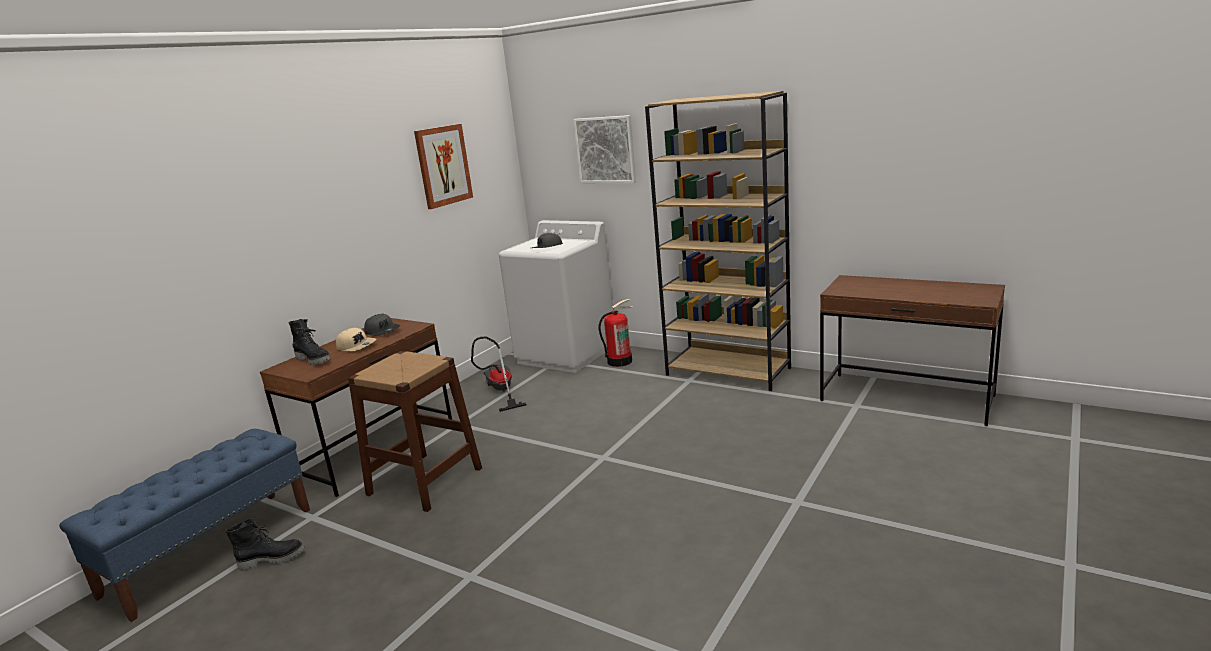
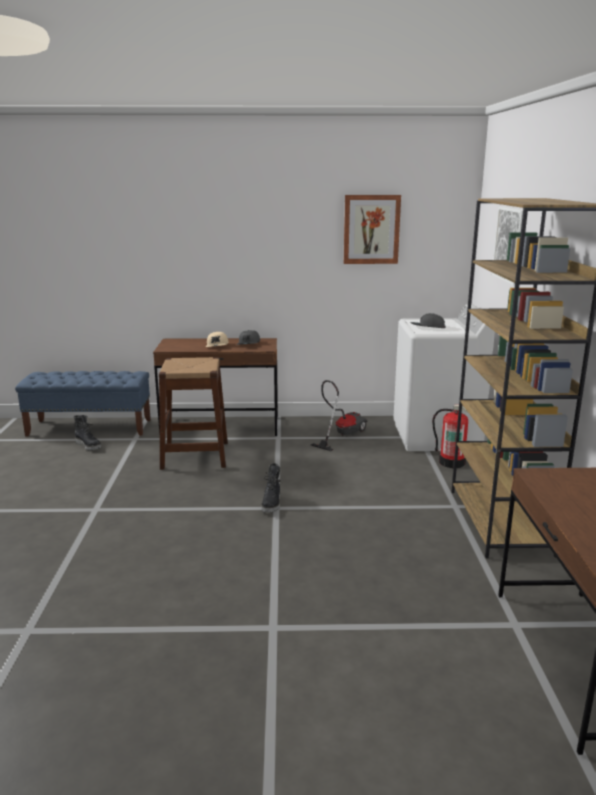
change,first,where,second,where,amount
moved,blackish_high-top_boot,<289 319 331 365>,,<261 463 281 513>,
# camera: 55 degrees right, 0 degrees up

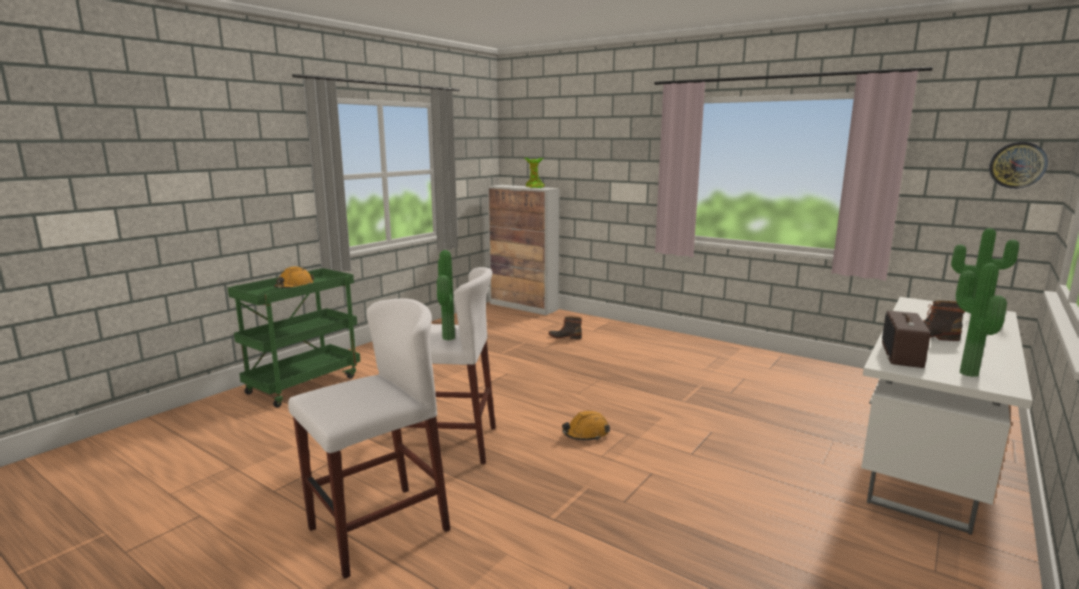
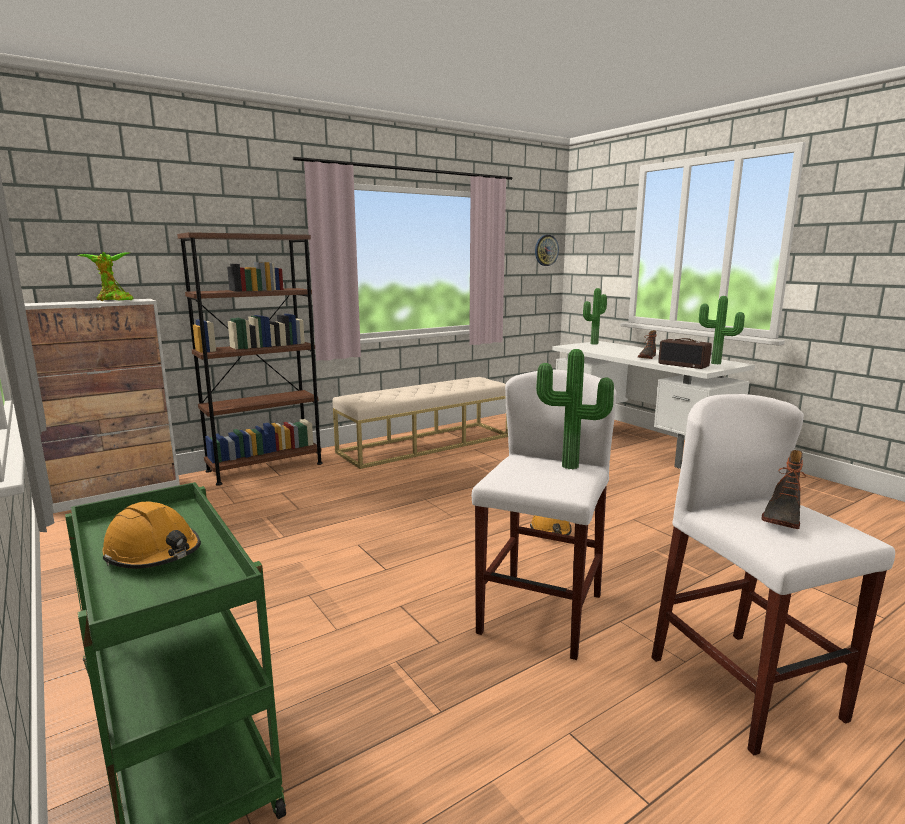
change,first,where,second,where,amount
added,,,brownish_bookcase,<177 232 323 486>,
added,,,sand-coloured_indoor_bench,<332 377 508 469>,
moved,high-top_boot,<548 316 582 339>,,<762 450 806 529>,
# camera: 70 degrees left, 0 degrees up

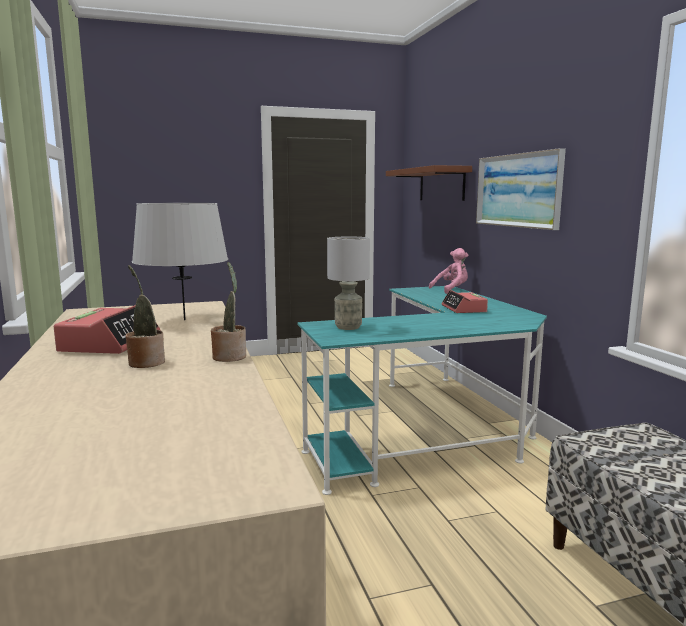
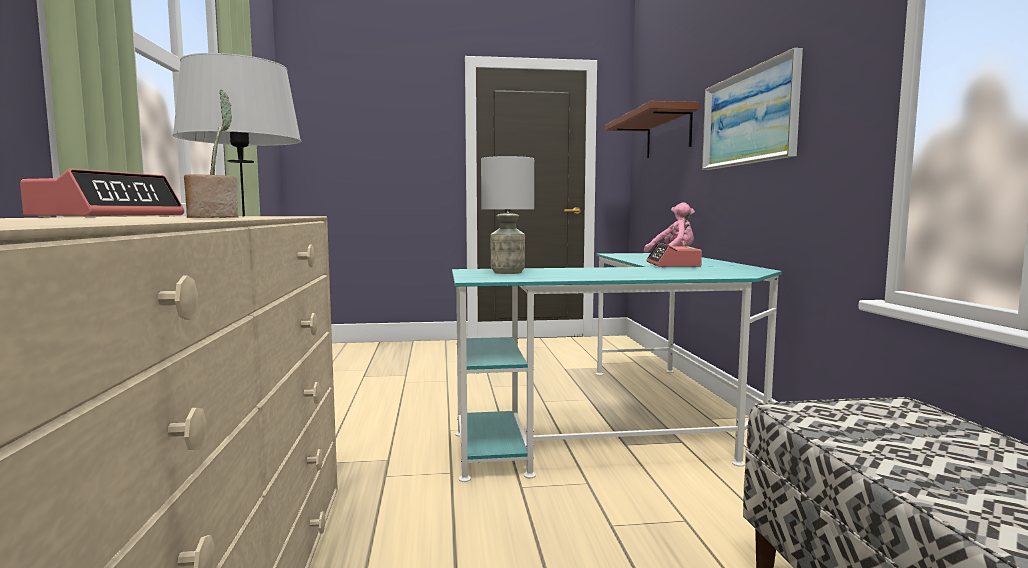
change,first,where,second,where,amount
removed,houseplant,<125 265 165 368>,,,
# camera: 10 degrees right, 5 degrees down

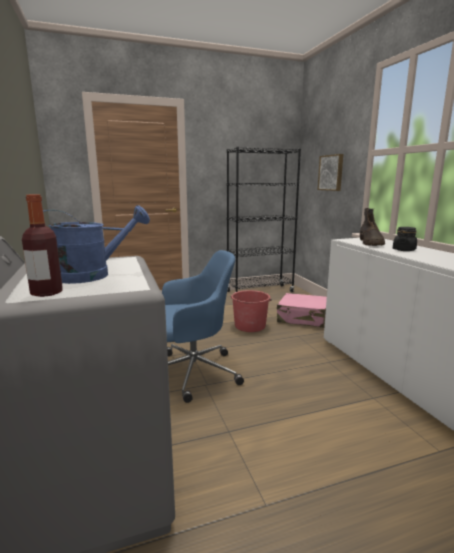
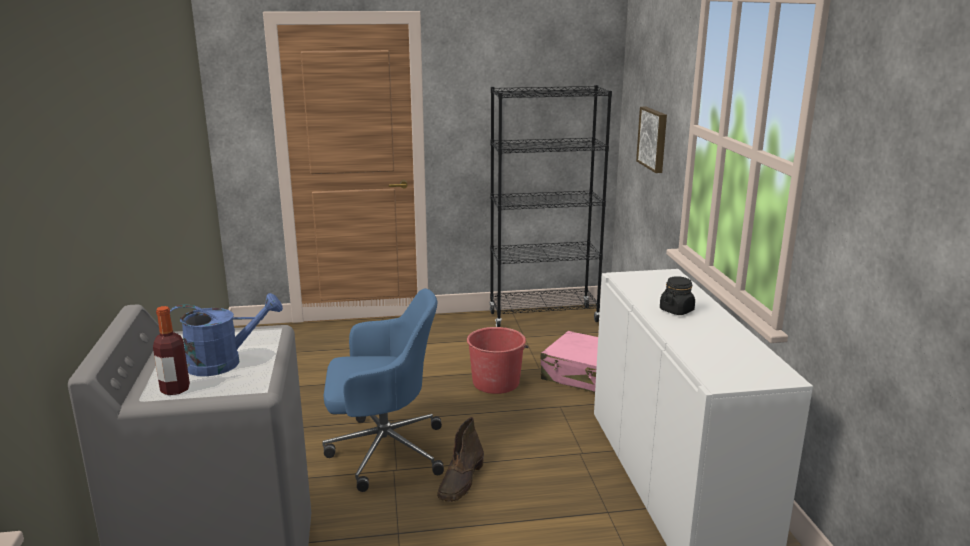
change,first,where,second,where,amount
moved,brownish_high-top_boot,<360 208 386 246>,,<437 417 484 502>,
# camera: 10 degrees right, 5 degrees up

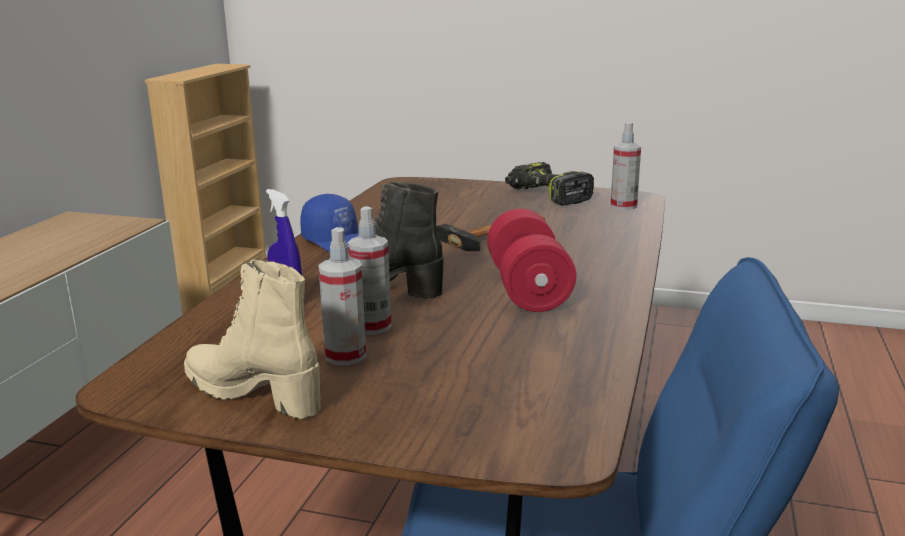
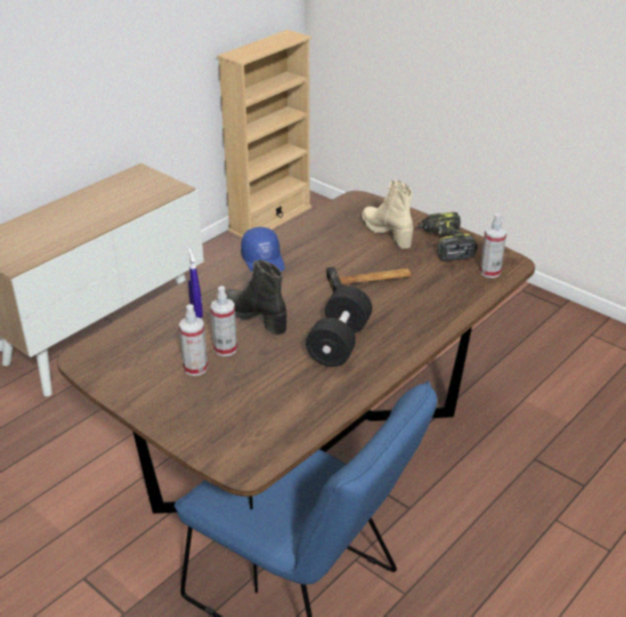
change,first,where,second,where,amount
recoloured,red-coloured_free_weight,<487 209 576 312>,blackish_free_weight,<306 286 372 367>,
moved,sand-coloured_high-top_boot,<184 260 321 419>,,<362 180 413 249>,
# camera: 25 degrees right, 15 degrees up

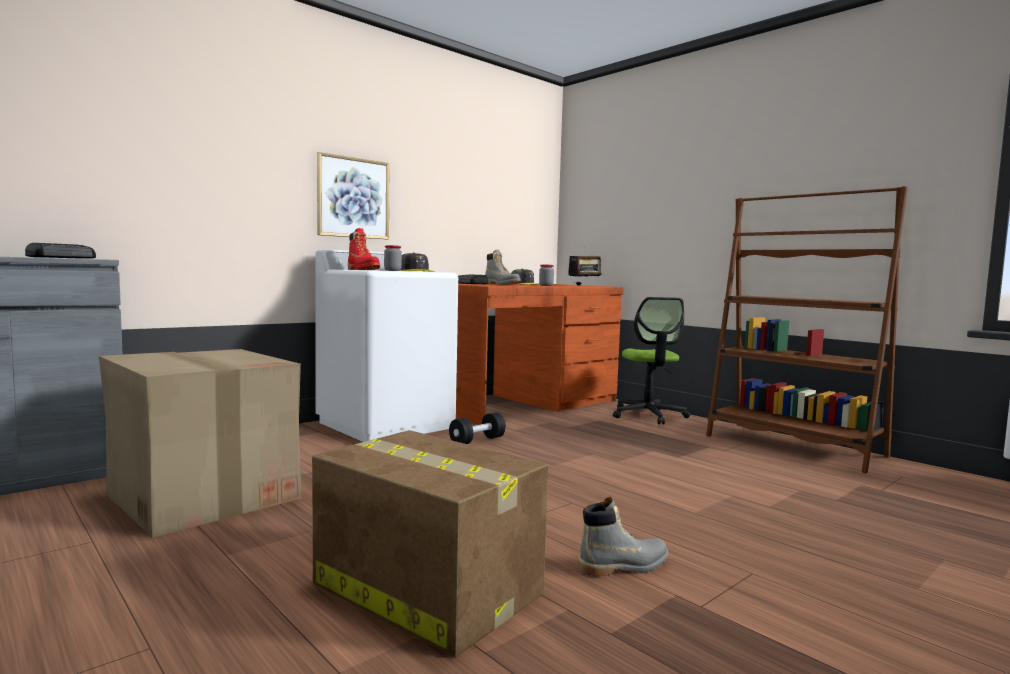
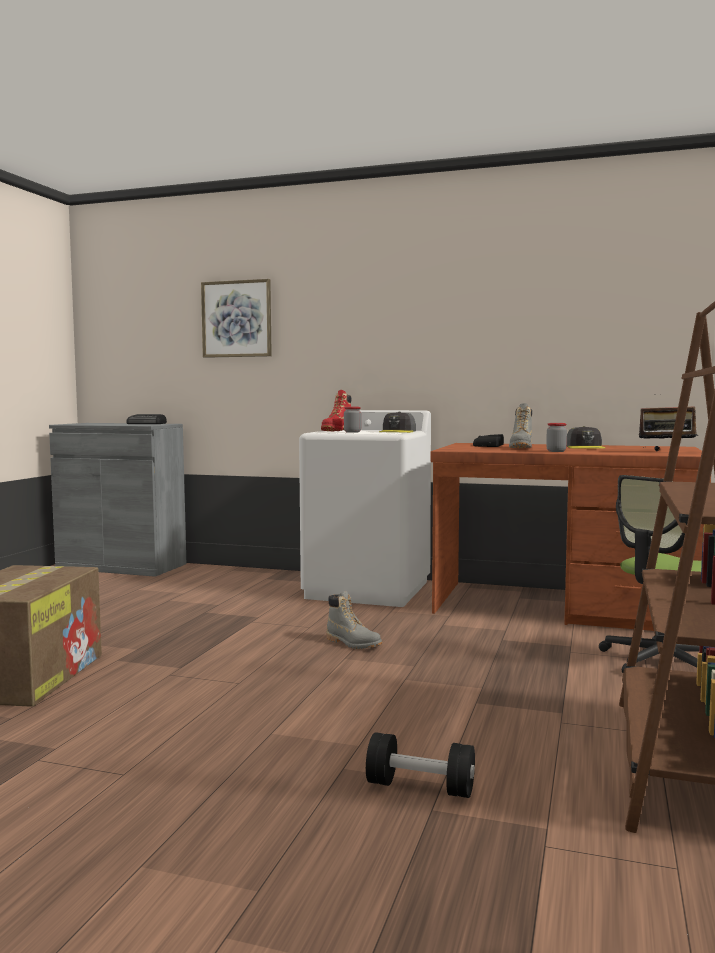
change,first,where,second,where,amount
moved,wall_picture,<317 152 390 239>,,<201 279 272 358>,
moved,gray_high-top_boot,<578 496 668 577>,,<326 591 382 649>,
moved,blackish_free_weight,<449 412 506 444>,,<366 732 475 798>,
removed,packing_box,<99 349 302 538>,,,
# camera: 60 degrees right, 0 degrees up

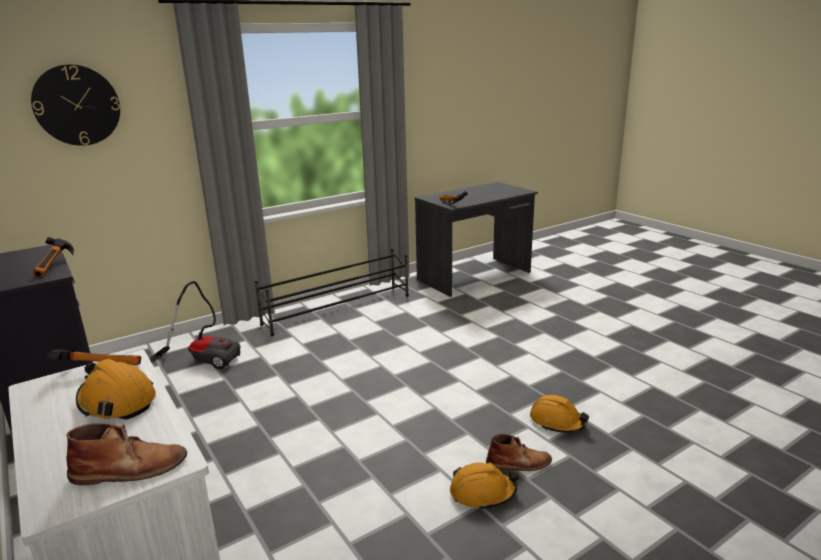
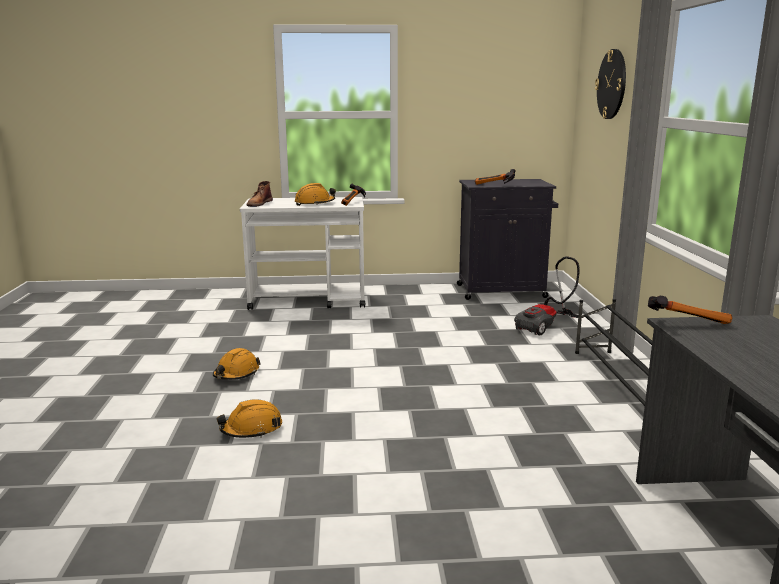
change,first,where,second,where,amount
removed,brownish_high-top_boot,<486 434 552 471>,,,
# camera: 120 degrees right, 5 degrees down

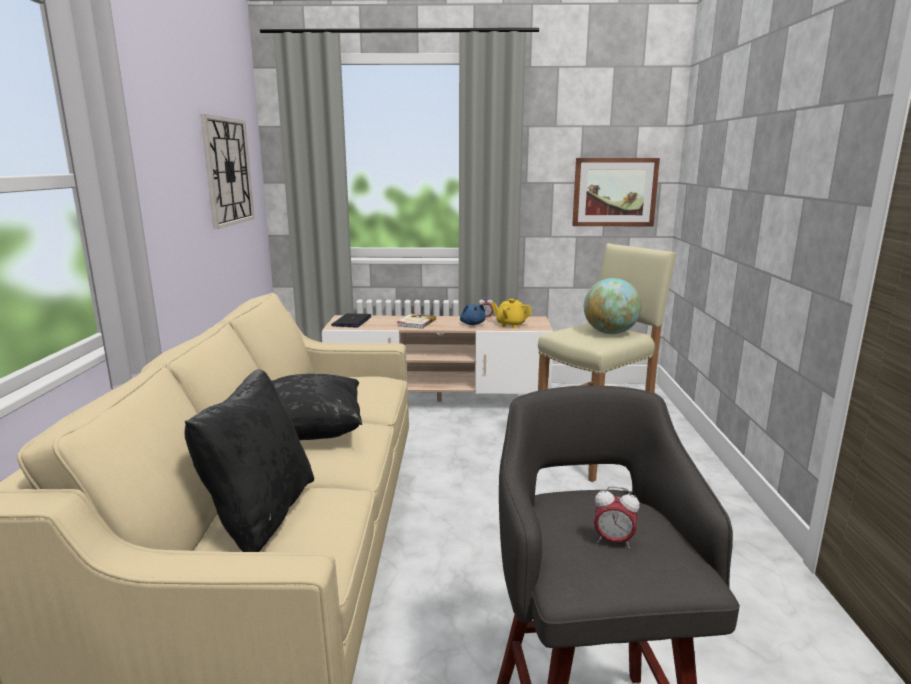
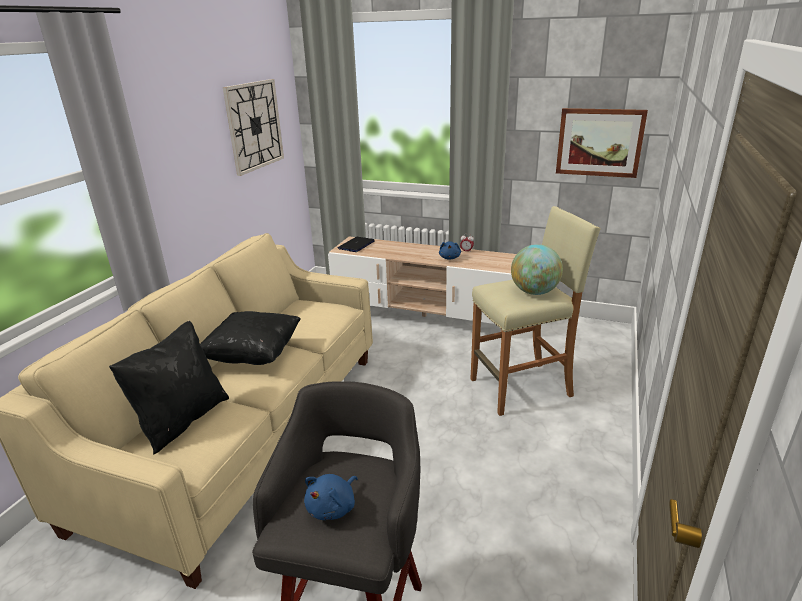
change,first,where,second,where,amount
replaced,table_clock,<594 486 640 548>,bluish_soft_toy,<304 474 358 520>,
removed,volume,<397 314 436 329>,,,
removed,yellow-coloured_pot_for_tea,<491 299 532 328>,,,
# camera: 20 degrees right, 10 degrees up

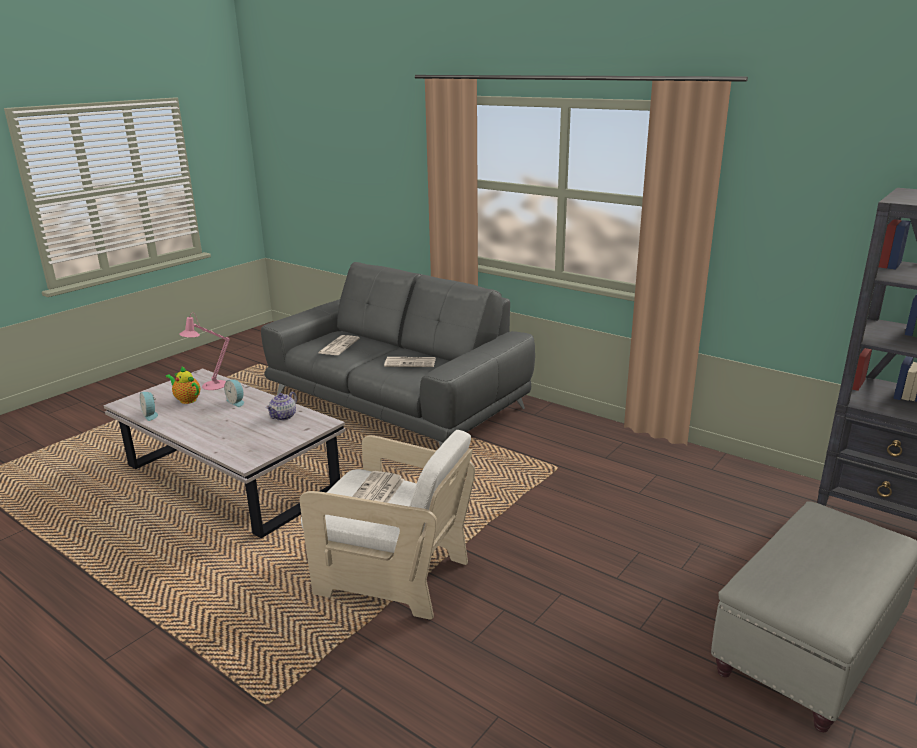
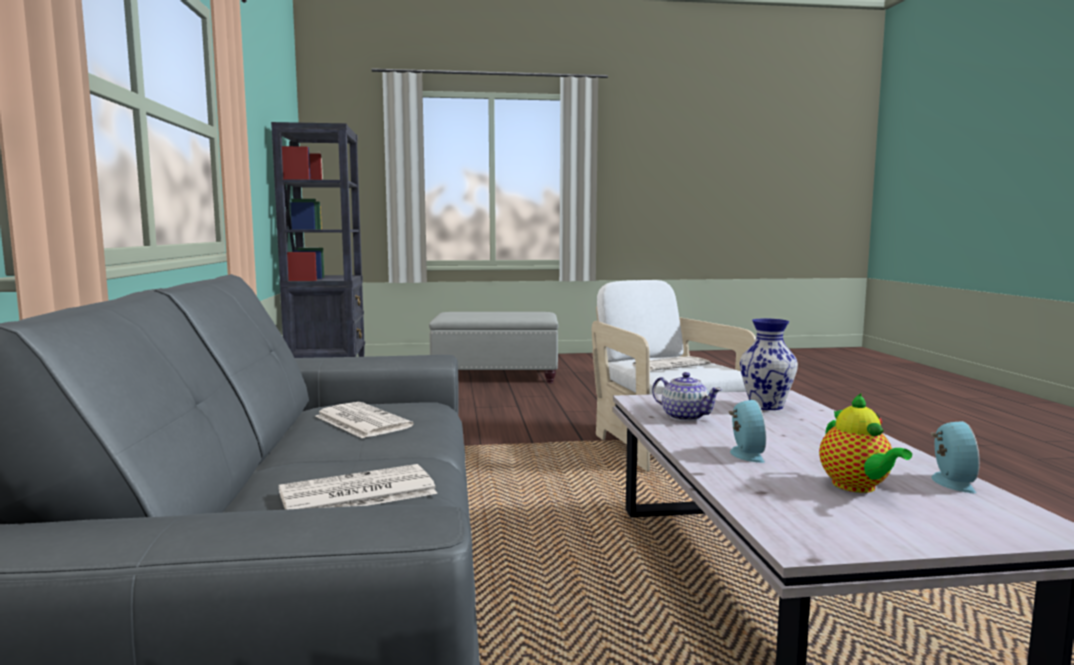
change,first,where,second,where,amount
turned,pot_for_tea,<266 392 297 421>,,<652 372 722 421>,60 degrees clockwise
added,,,flower_vase,<740 319 798 410>,
removed,pinkish_table_lamp,<179 312 230 390>,,,
# camera: 135 degrees left, 15 degrees down

